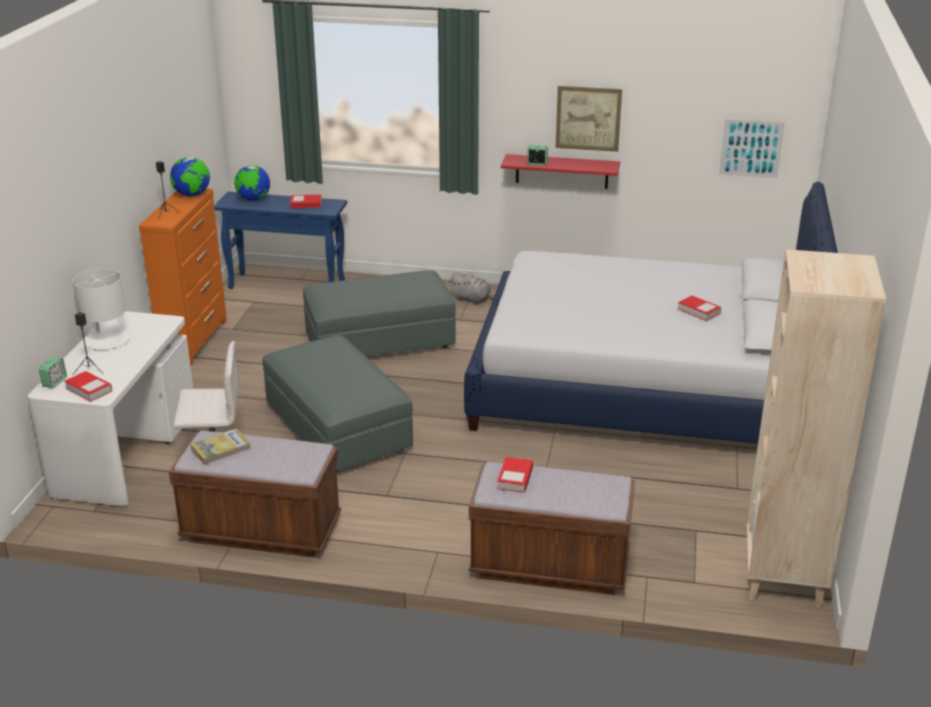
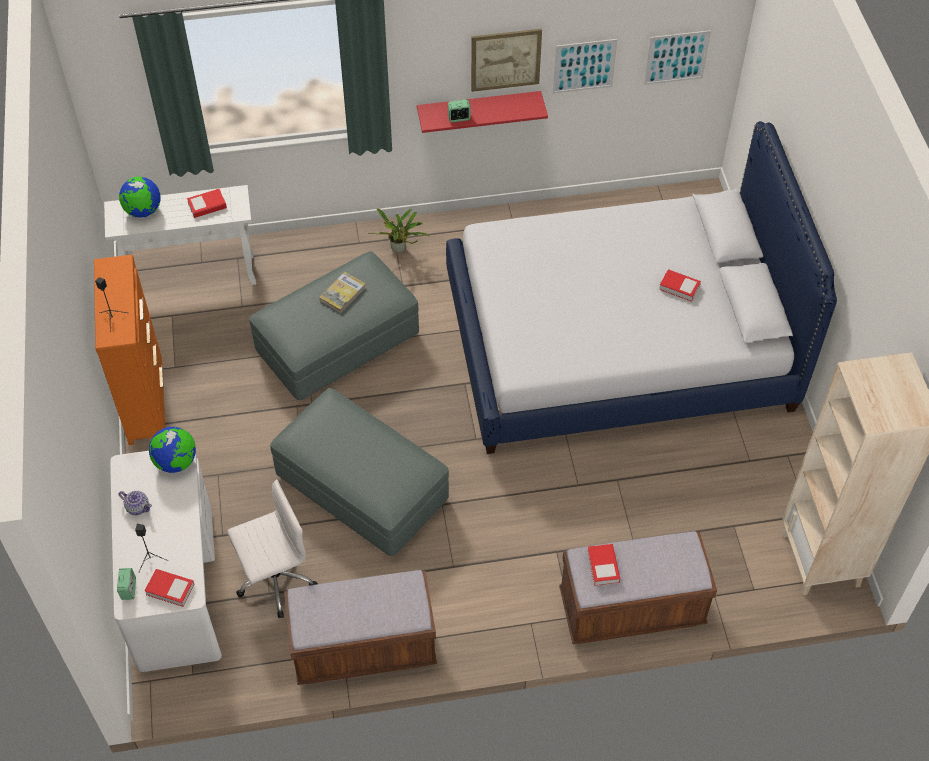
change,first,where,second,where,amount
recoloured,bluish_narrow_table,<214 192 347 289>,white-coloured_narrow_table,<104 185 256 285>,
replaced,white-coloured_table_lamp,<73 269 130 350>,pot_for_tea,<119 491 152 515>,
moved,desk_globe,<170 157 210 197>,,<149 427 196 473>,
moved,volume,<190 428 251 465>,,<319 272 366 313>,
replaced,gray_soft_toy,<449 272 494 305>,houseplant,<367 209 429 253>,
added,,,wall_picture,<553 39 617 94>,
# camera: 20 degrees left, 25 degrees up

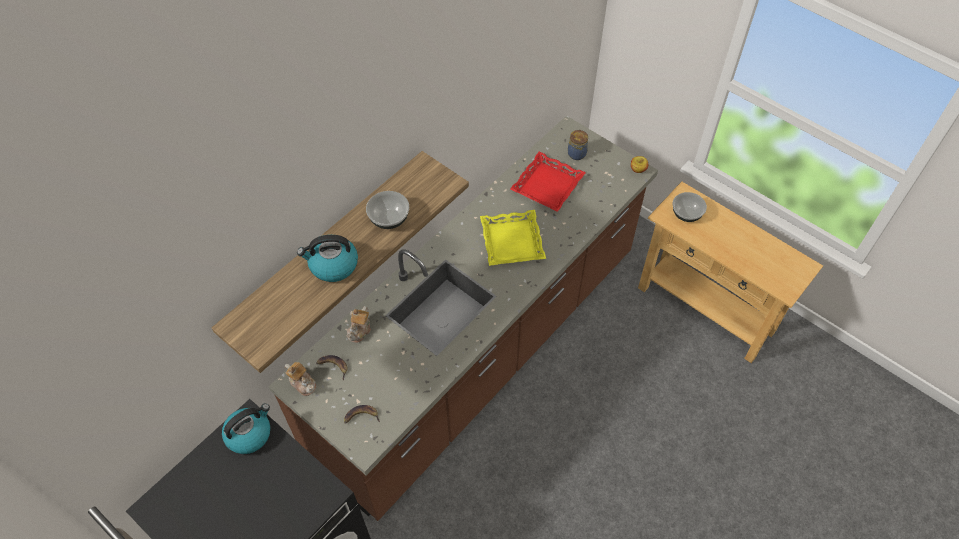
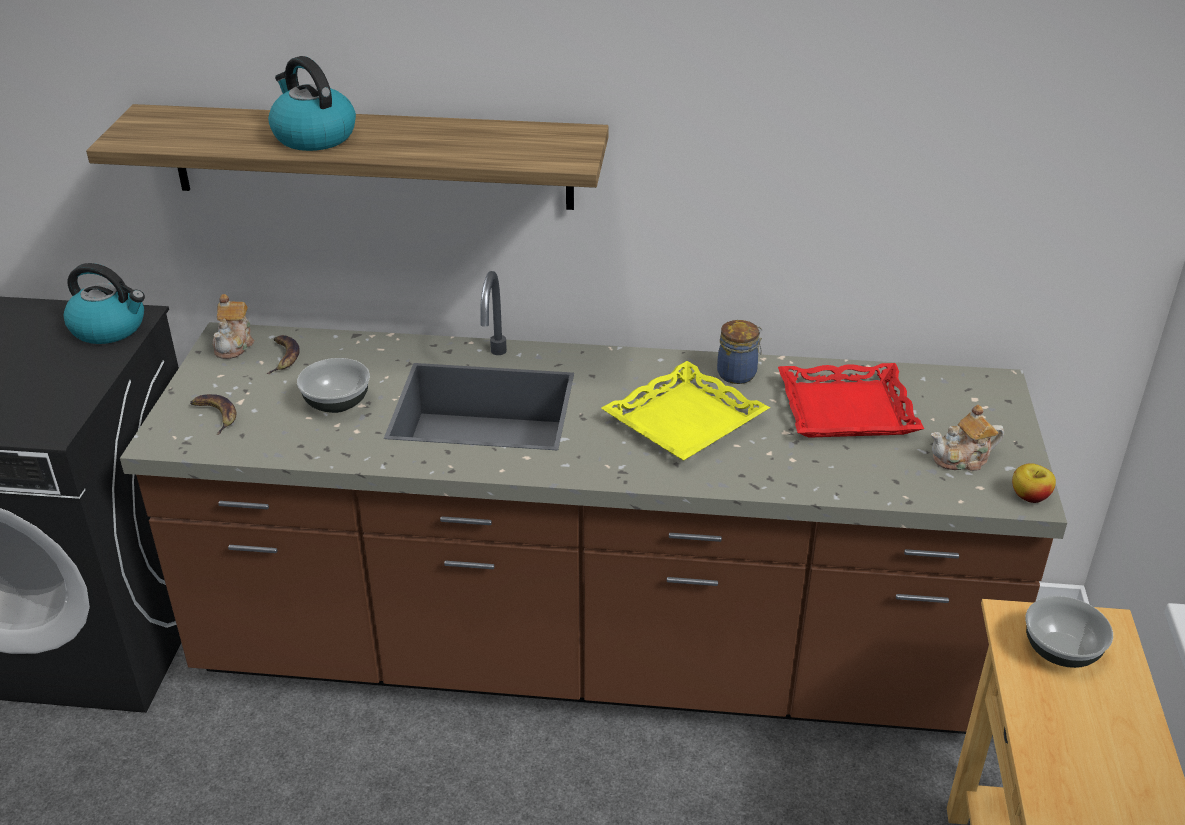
change,first,where,second,where,amount
moved,serving_bowl,<366 191 409 229>,,<297 358 370 413>,
moved,jar,<568 129 588 160>,,<717 320 762 384>,
moved,pot_for_tea,<347 306 371 343>,,<931 405 1004 471>,
# camera: 55 degrees right, 20 degrees down

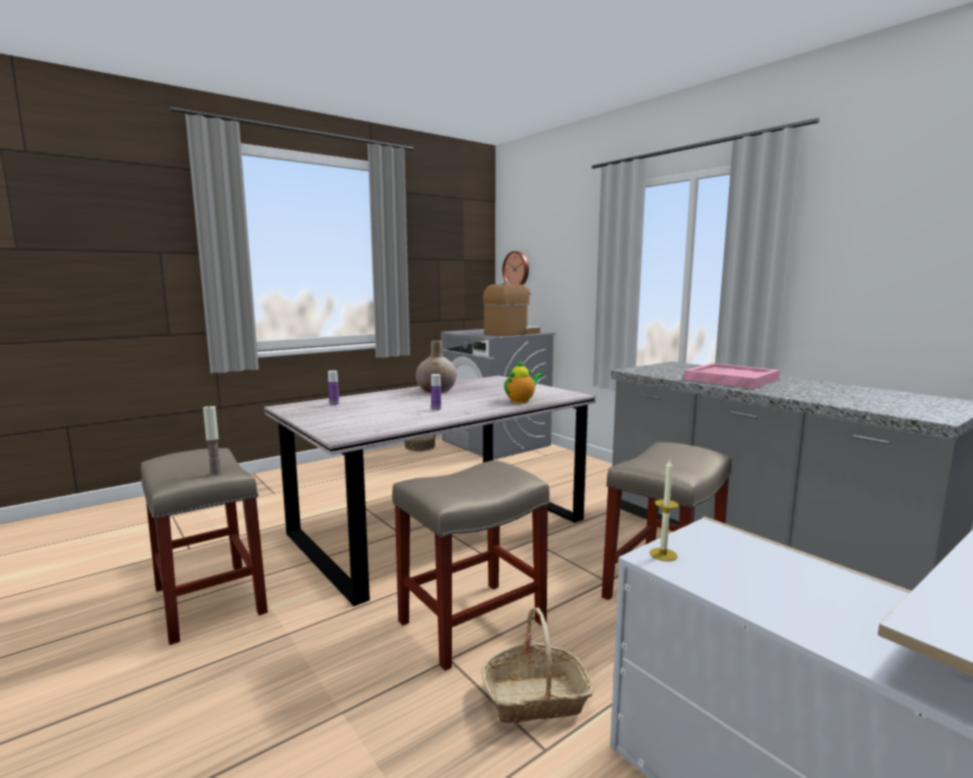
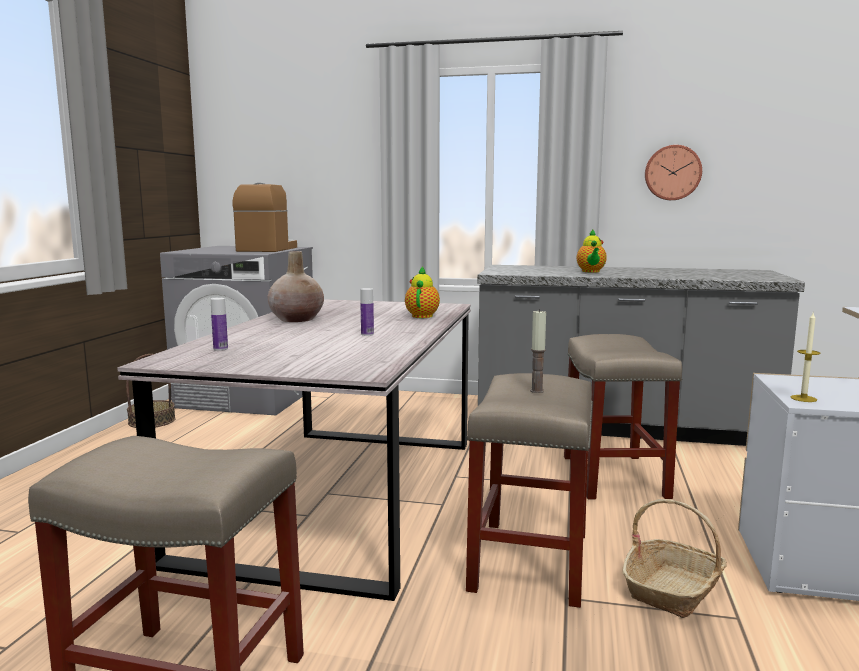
change,first,where,second,where,amount
moved,wax_light,<203 406 222 476>,,<530 309 546 393>,
replaced,pinkish_carrying_tray,<683 363 780 389>,pot_for_tea,<577 229 607 273>,
moved,hanging_clock,<502 251 529 285>,,<645 145 702 200>,
# camera: 40 degrees left, 0 degrees up

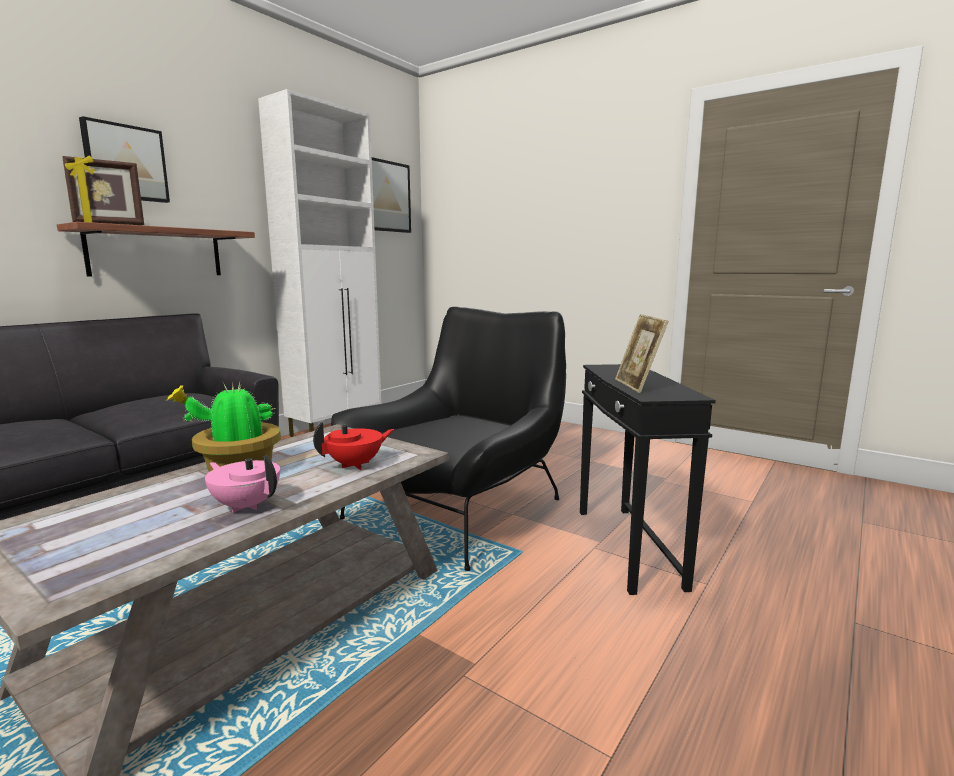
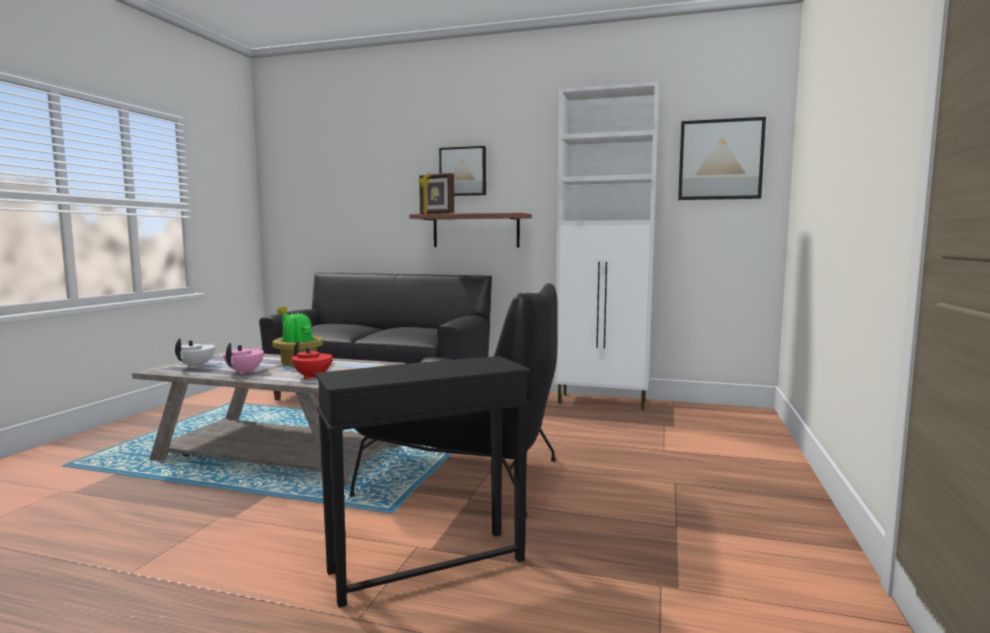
change,first,where,second,where,amount
added,,,white-coloured_pot_for_tea,<175 338 215 368>,
removed,picture_frame,<615 314 669 393>,,,
# camera: 70 degrees right, 5 degrees down

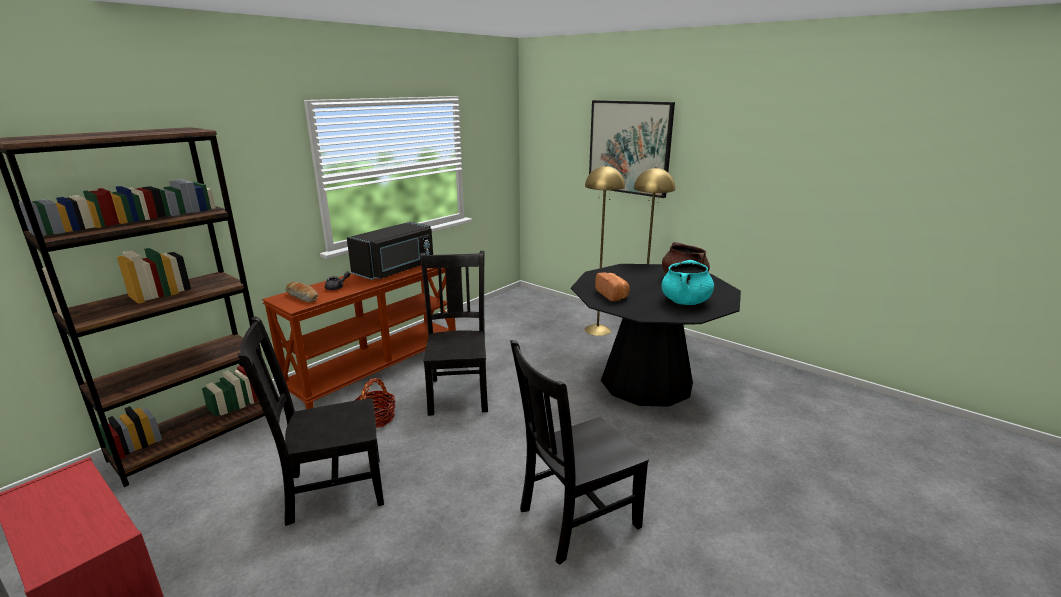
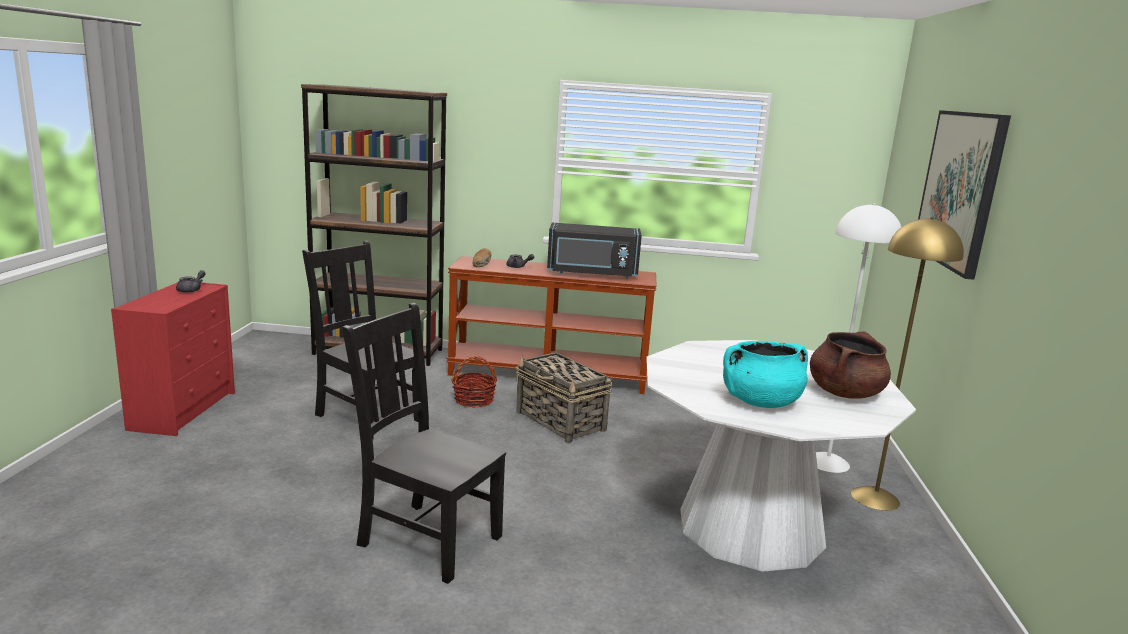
change,first,where,second,where,amount
added,,,gray_pot_for_tea,<176 270 206 293>,
replaced,blackish_upright_chair,<420 251 488 416>,storage_basket,<515 352 612 443>,
recoloured,blackish_kitchen_table,<571 264 741 407>,white-coloured_kitchen_table,<646 340 916 572>,
recoloured,yellow-coloured_standing_lamp,<584 165 625 336>,white-coloured_standing_lamp,<816 203 901 473>,
removed,bakery_bread,<595 273 629 302>,,,
# camera: 55 degrees right, 5 degrees down

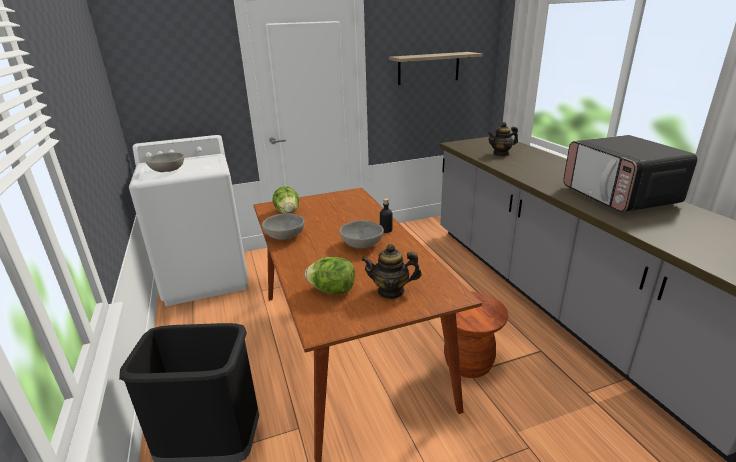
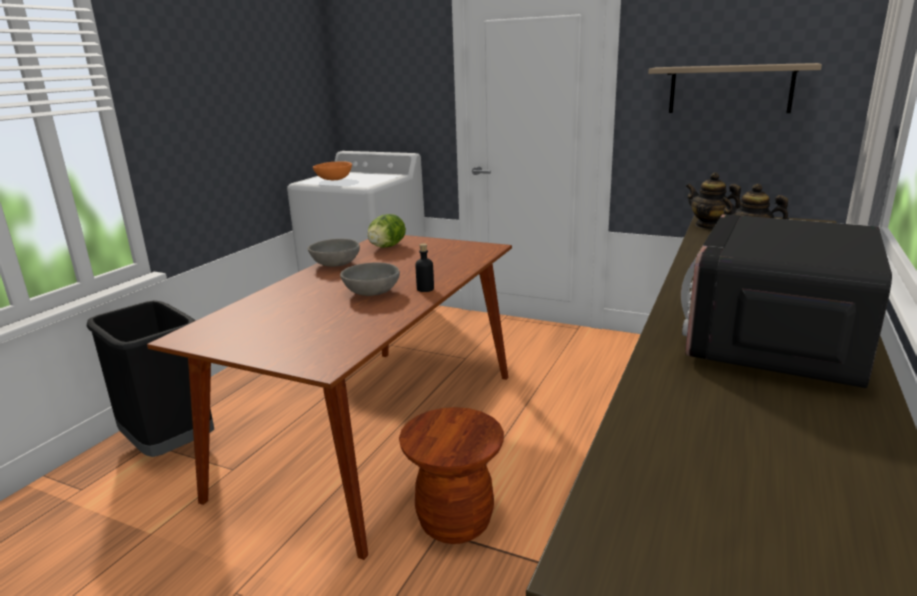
change,first,where,second,where,amount
recoloured,gray_serving_bowl,<146 152 184 172>,orangey_serving_bowl,<313 162 352 180>,
moved,pot_for_tea,<361 244 421 299>,,<686 172 741 229>,
removed,head_of_lettuce,<305 257 355 294>,,,
# camera: 45 degrees right, 5 degrees down

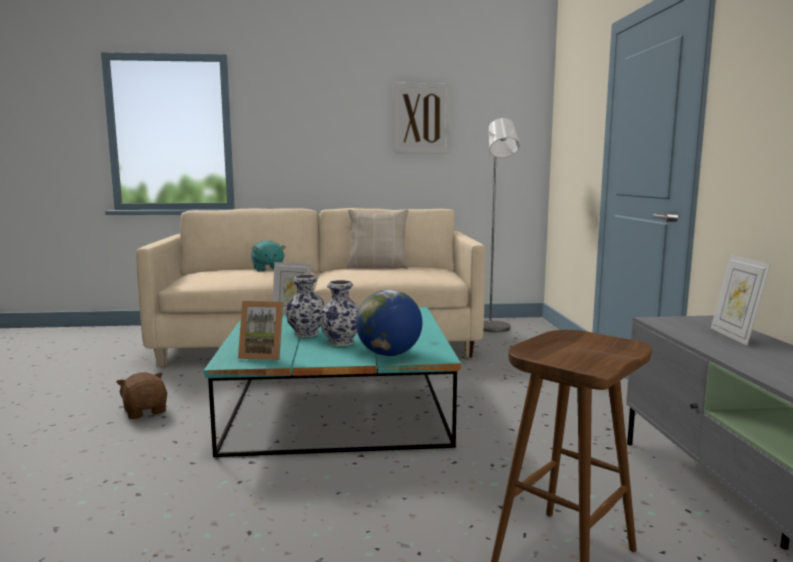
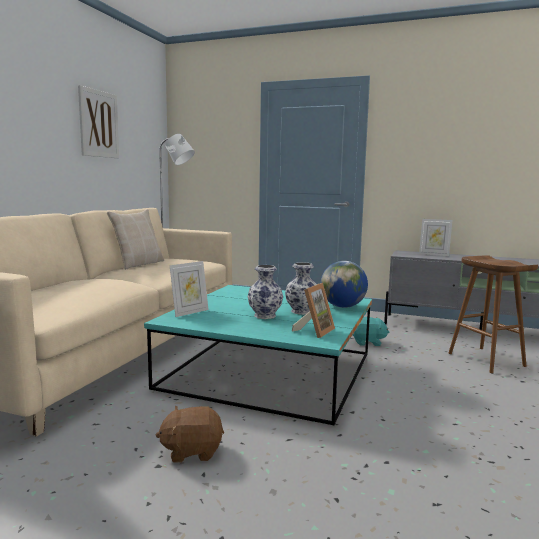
change,first,where,second,where,amount
moved,turquoise-coloured_soft_toy,<251 240 286 272>,,<353 317 389 346>,
# camera: 65 degrees left, 0 degrees up

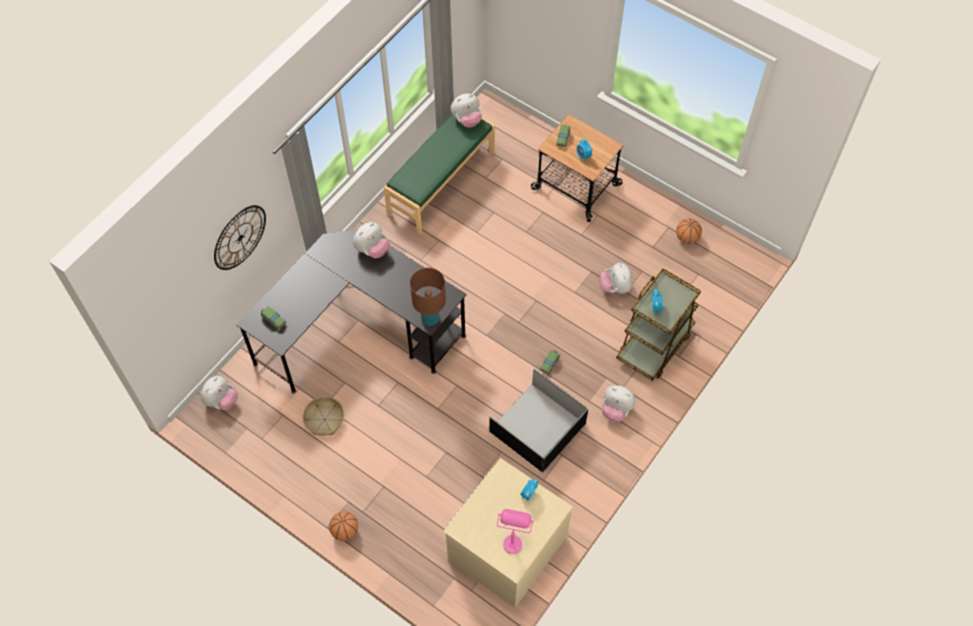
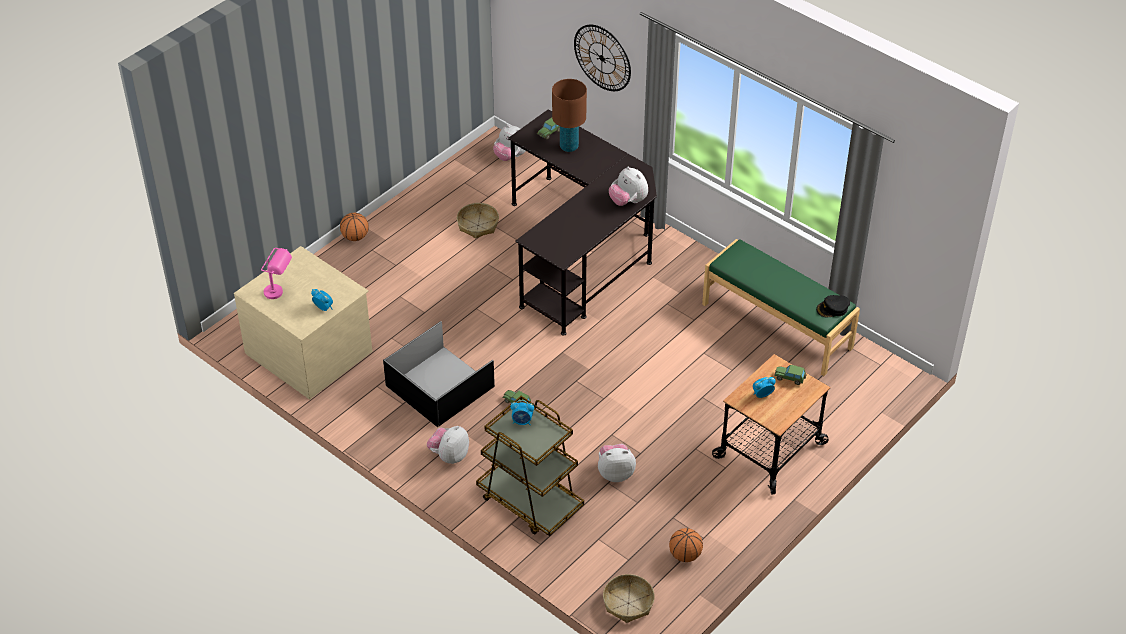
change,first,where,second,where,amount
moved,brownish_table_lamp,<410 268 446 326>,,<552 79 587 152>,
added,,,storage_basket,<603 574 655 623>,
replaced,soft_toy,<451 94 482 128>,blackish_cap,<816 295 850 317>,
# camera: 95 degrees right, 15 degrees down

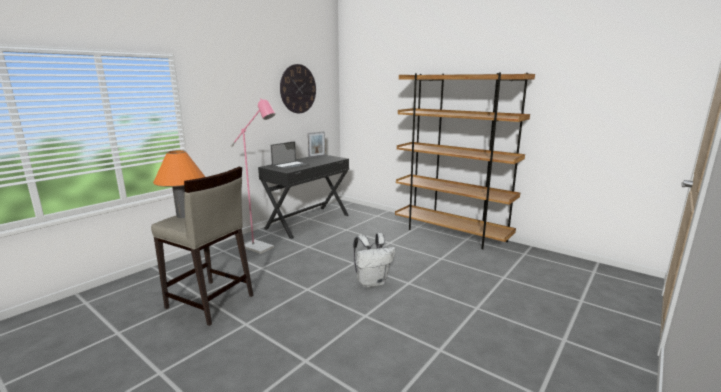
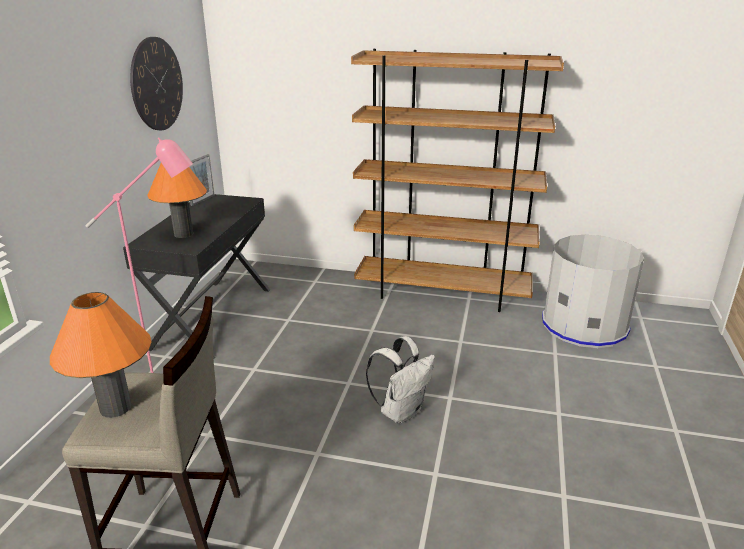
change,first,where,second,where,amount
replaced,notebook_computer,<271 141 310 170>,orangey_table_lamp,<147 163 207 238>,
added,,,gray_waste_bin,<542 235 644 348>,
# camera: 25 degrees left, 10 degrees up

